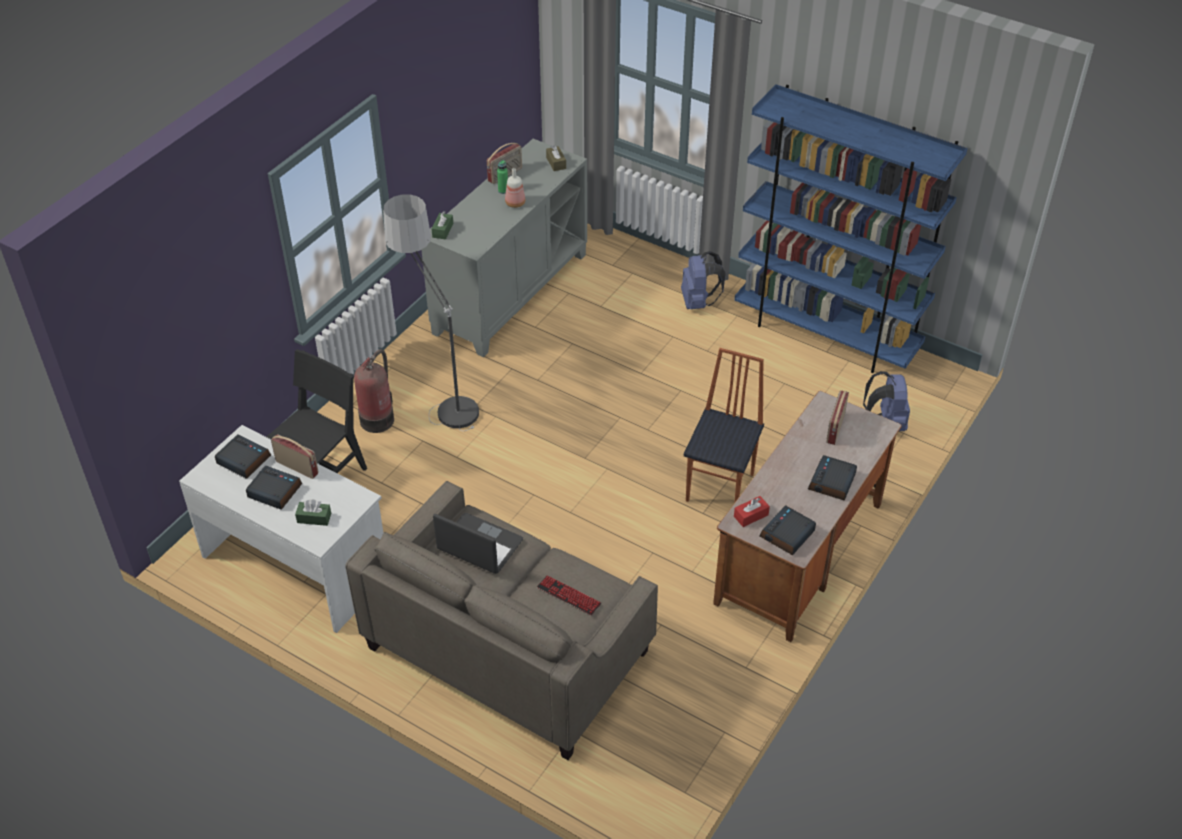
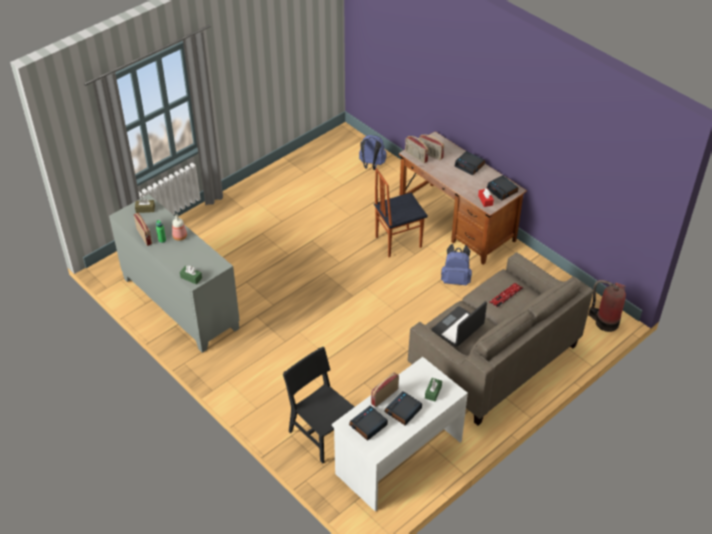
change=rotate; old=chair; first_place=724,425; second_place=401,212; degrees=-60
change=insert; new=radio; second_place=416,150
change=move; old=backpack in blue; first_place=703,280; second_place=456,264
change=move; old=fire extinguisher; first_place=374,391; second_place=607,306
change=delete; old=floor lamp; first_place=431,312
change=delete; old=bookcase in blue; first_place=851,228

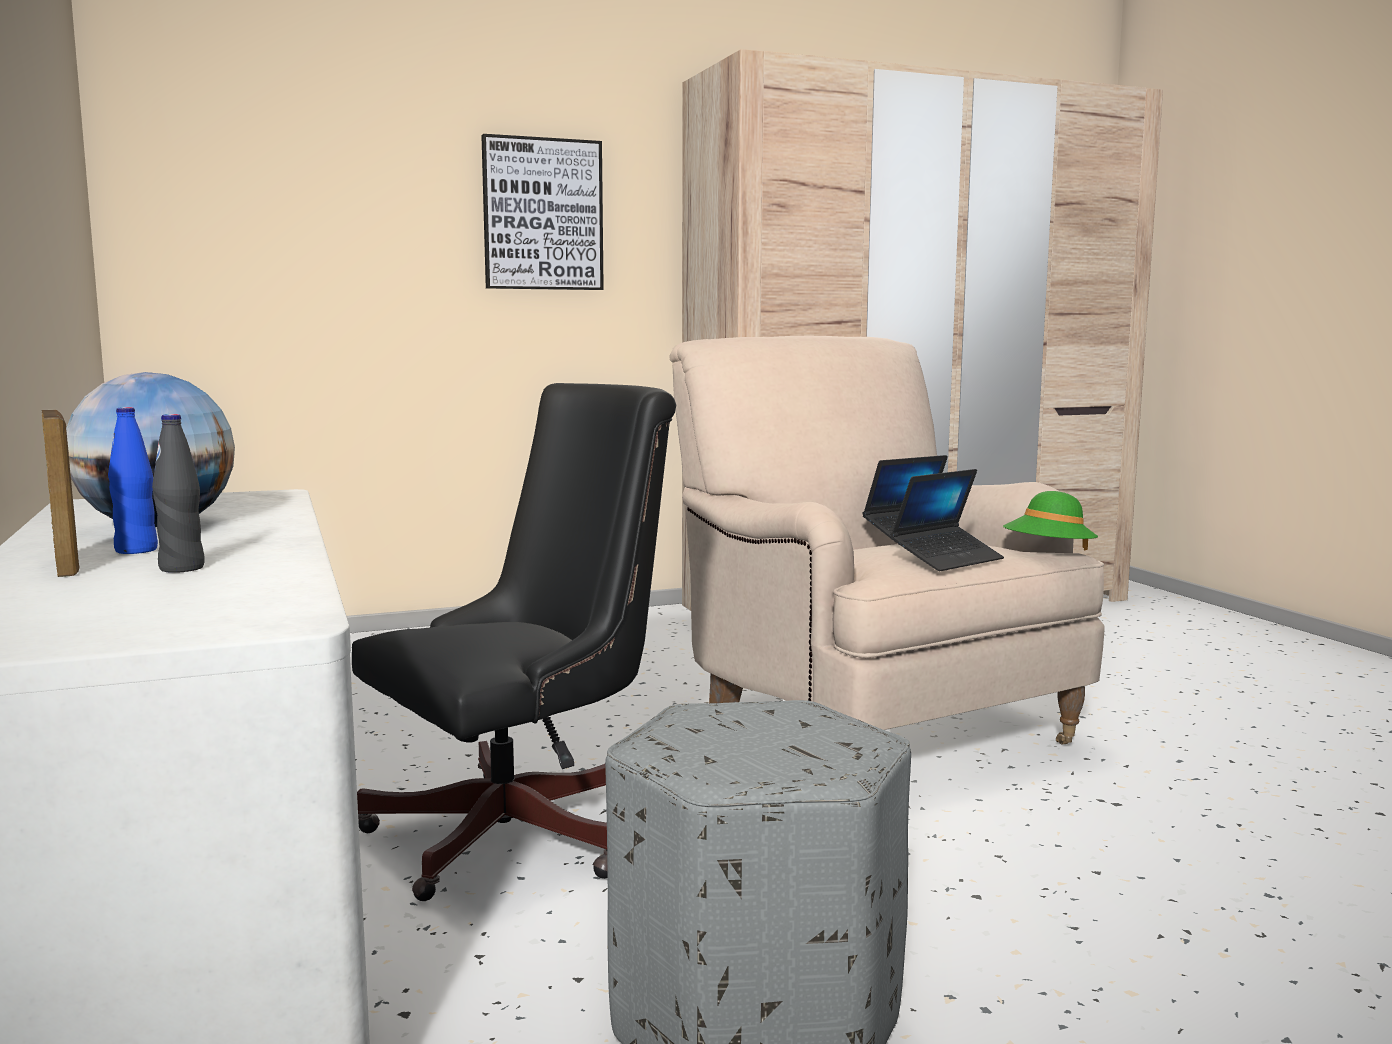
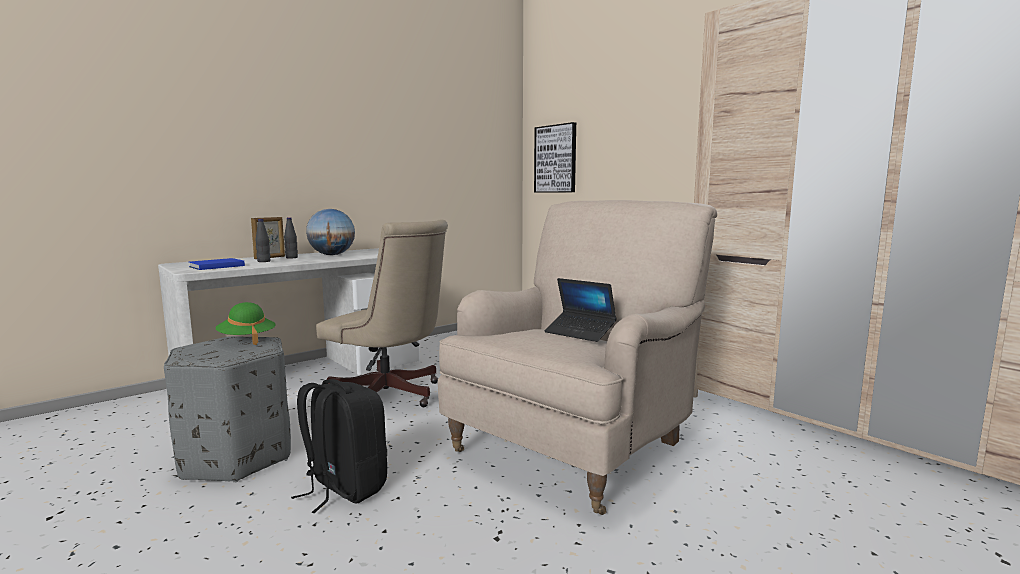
change=insert; new=book in blue; second_place=217,264
change=move; old=hat in green; first_place=1050,521; second_place=246,323
change=recolor; old=bottle in blue; new=bottle in black; first_place=133,480; second_place=291,238
change=insert; new=backpack in black; second_place=339,446
change=recolor; old=office chair in black; new=office chair in beige; first_place=514,642; second_place=382,313
change=move; old=picture; first_place=542,212; second_place=555,157
change=delete; old=laptop; first_place=947,520

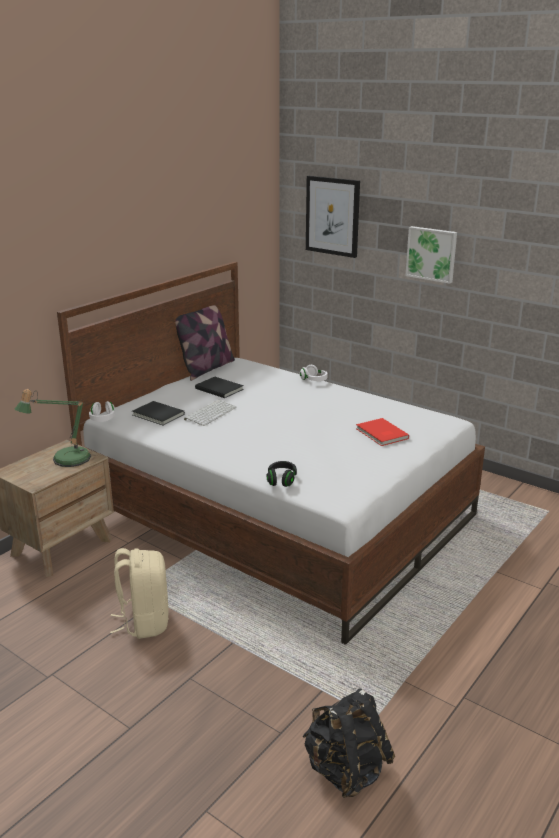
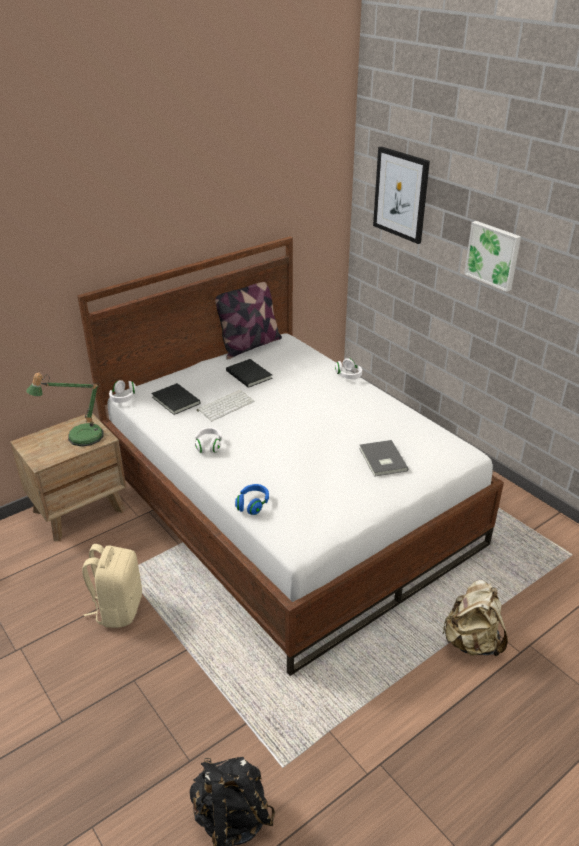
change=insert; new=headphones in white; second_place=208,440
change=recolor; old=headphones in black; new=headphones in blue; first_place=281,474; second_place=252,499
change=recolor; old=book in red; new=book in grey; first_place=382,432; second_place=383,458
change=insert; new=backpack in beige; second_place=475,618

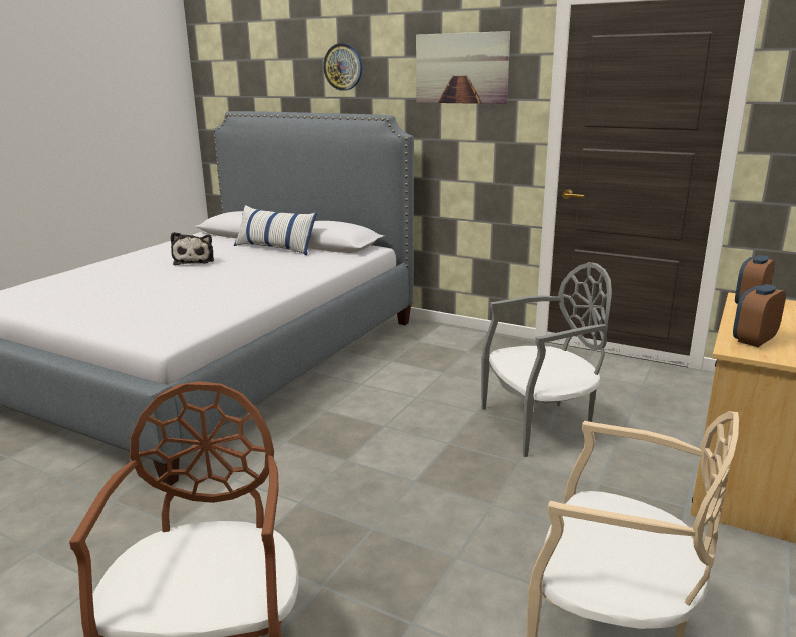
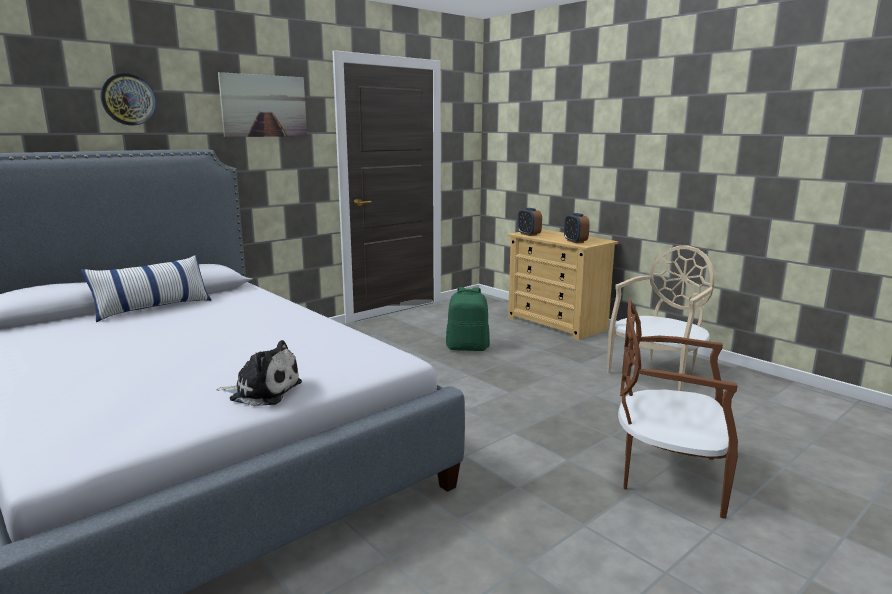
change=move; old=plush toy; first_place=192,248; second_place=259,373
change=replace; old=chair in grey; new=backpack in green; first_place=546,359; second_place=468,319

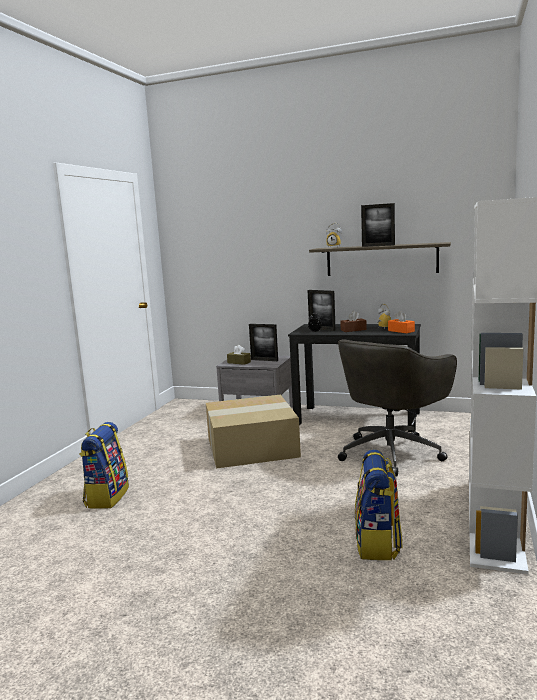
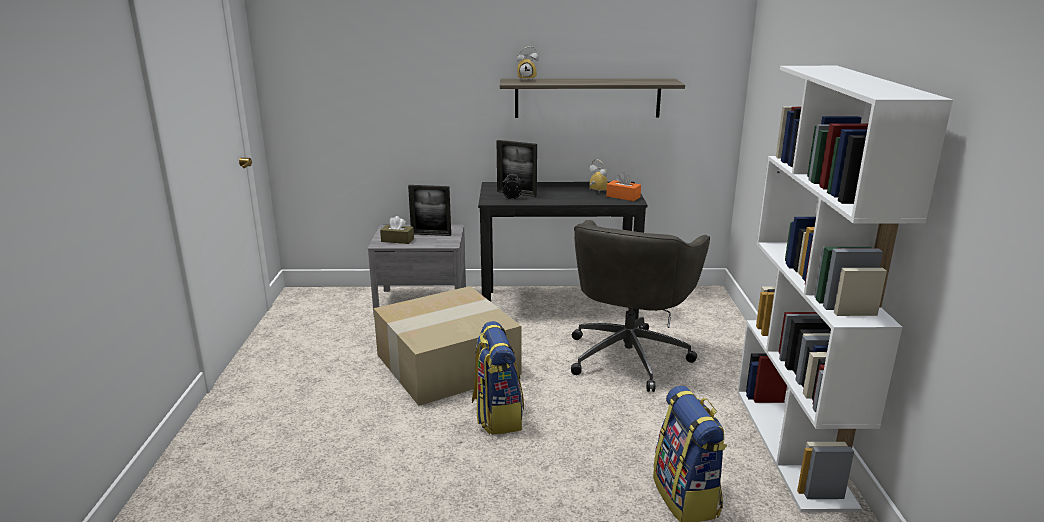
change=move; old=backpack; first_place=104,465; second_place=498,378
change=delete; old=tissue box in brown; first_place=353,321
change=delete; old=picture frame; first_place=378,225

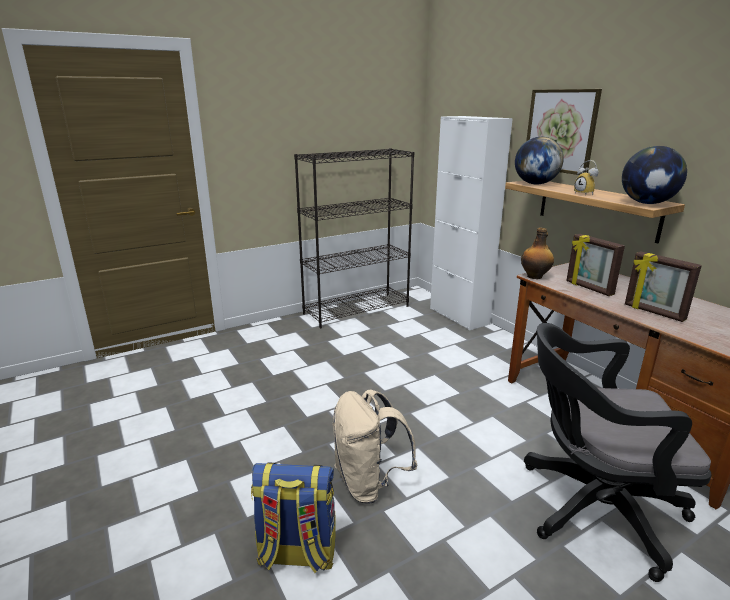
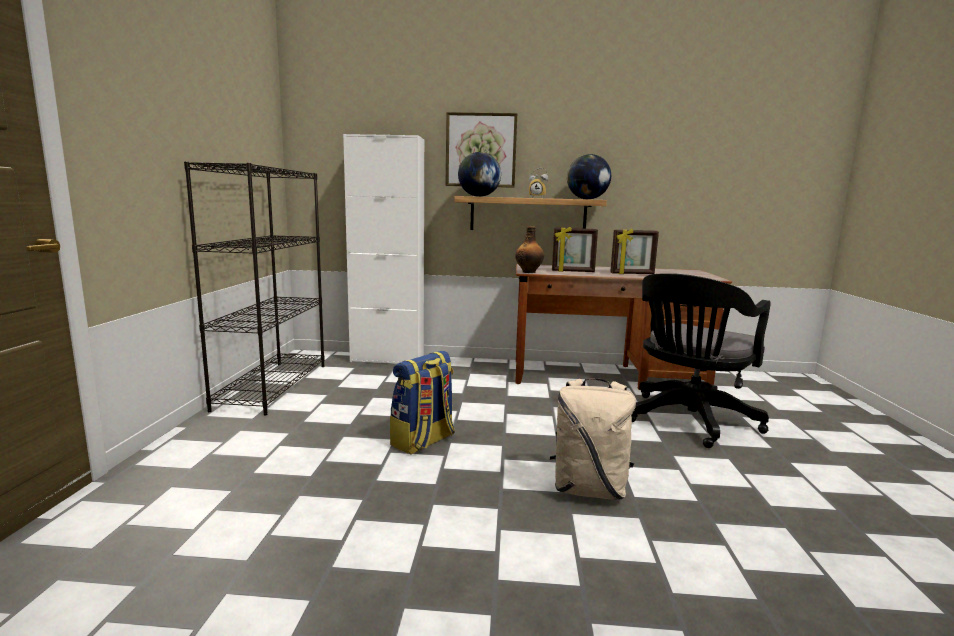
change=move; old=backpack; first_place=293,517; second_place=422,402

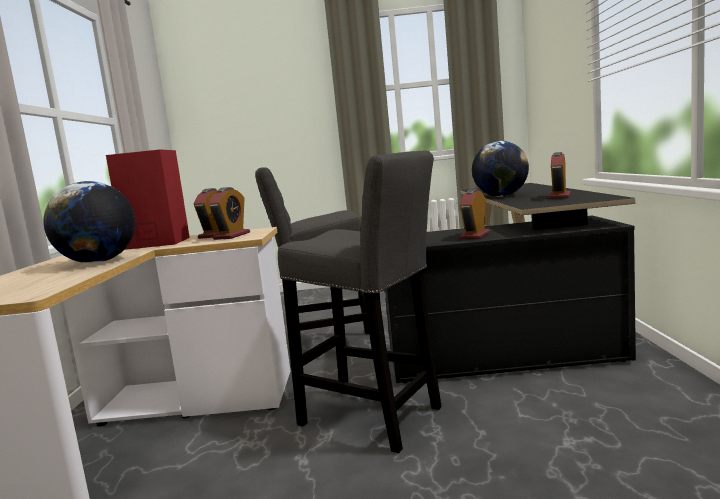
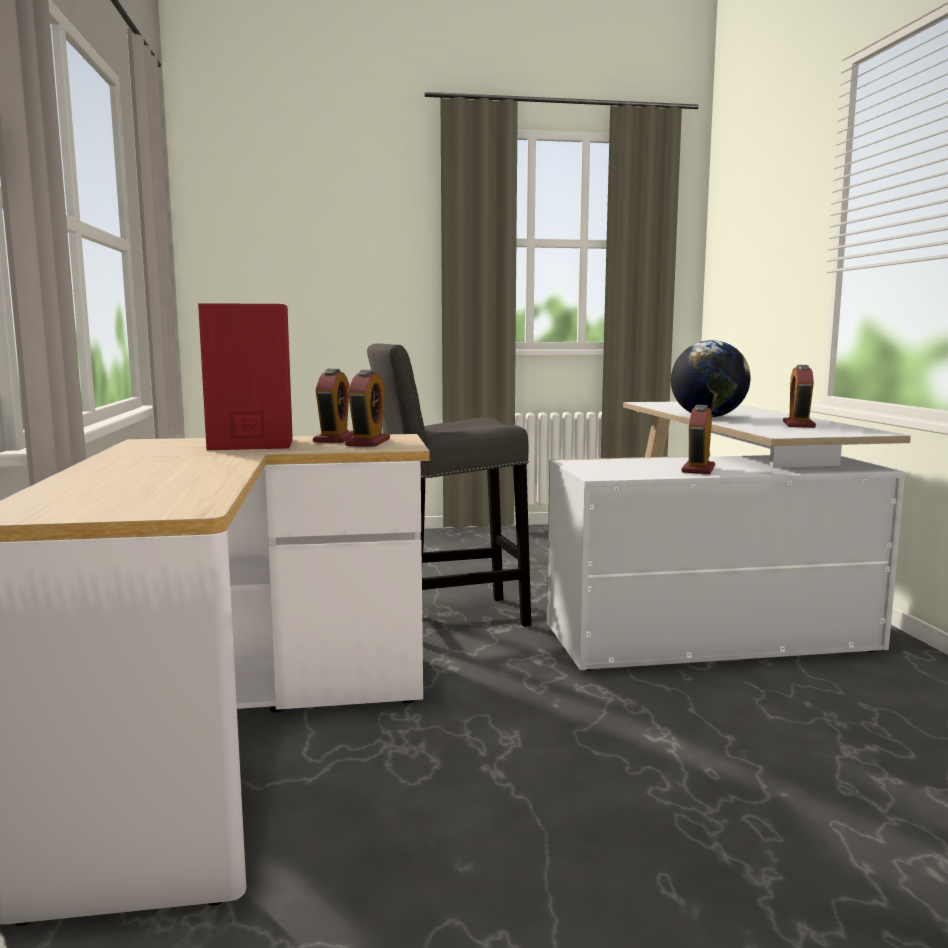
change=recolor; old=desk in black; new=desk in white; first_place=510,283; second_place=729,536
change=delete; old=globe; first_place=89,222
change=delete; old=stool in grey; first_place=360,301

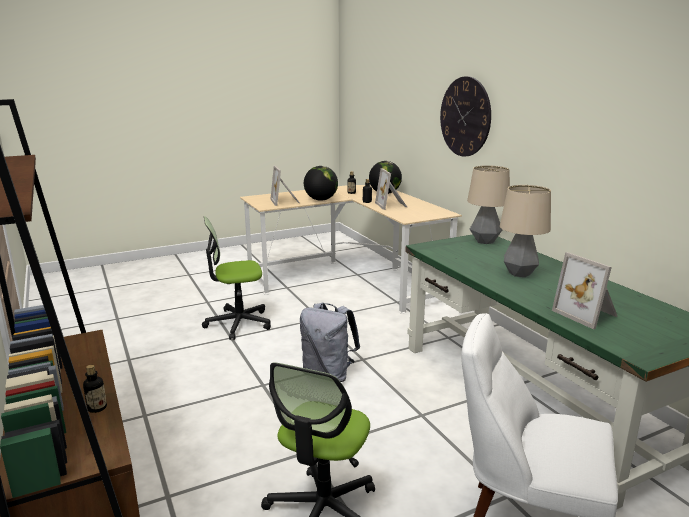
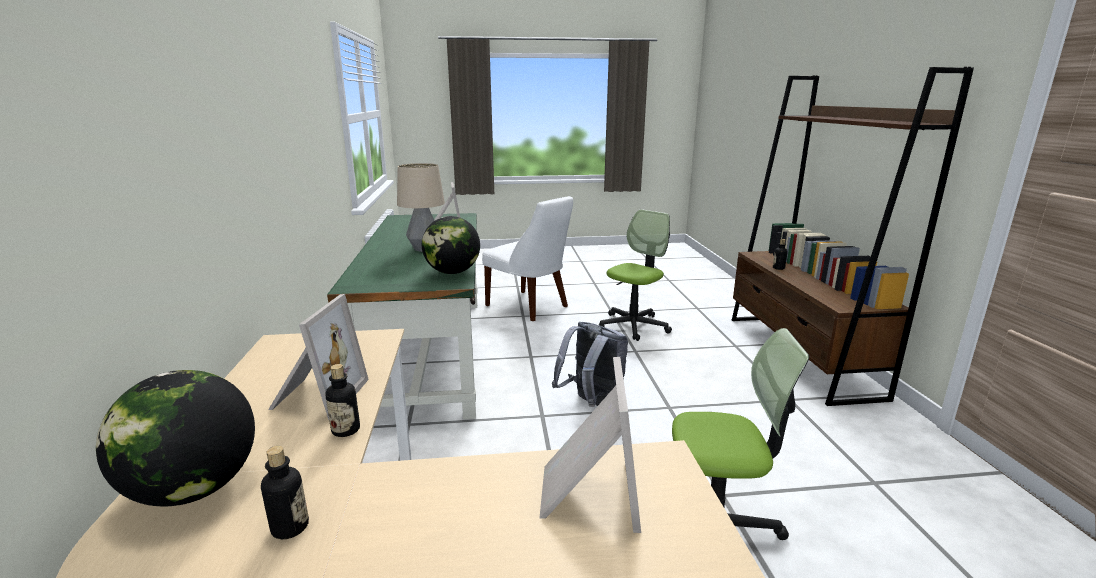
change=move; old=globe; first_place=321,183; second_place=451,245
change=delete; old=wall clock; first_place=465,116
change=delete; old=table lamp; first_place=488,204

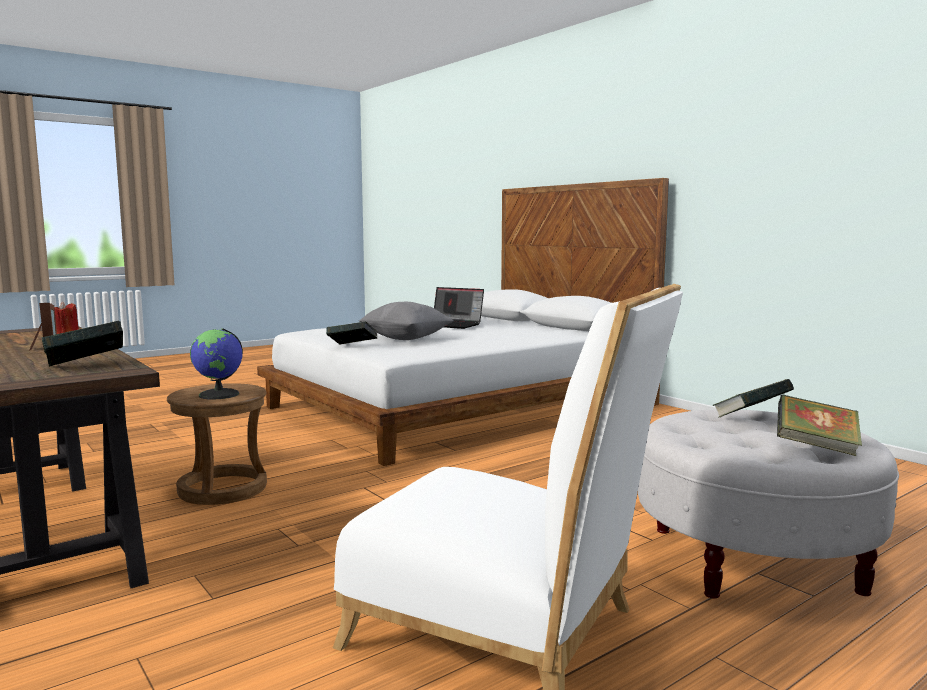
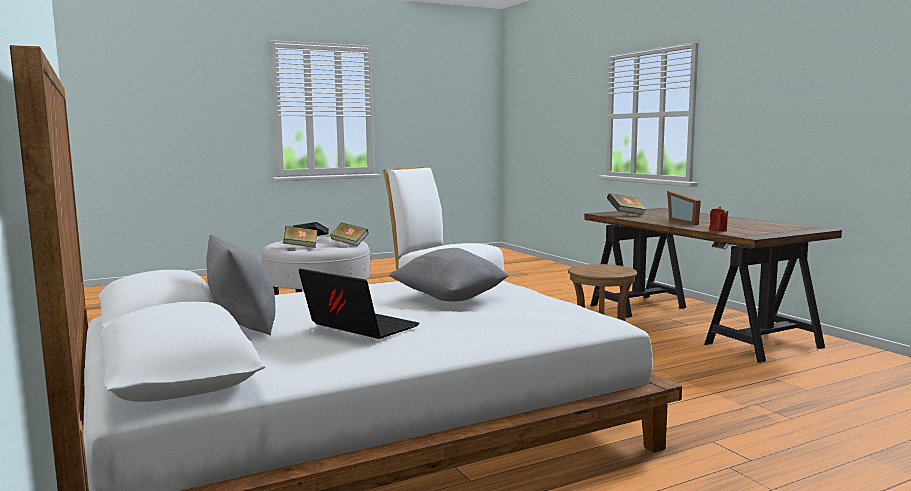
change=insert; new=pillow in grey; second_place=241,285
change=move; old=book; first_place=351,333; second_place=349,234
change=delete; old=globe; first_place=216,363

